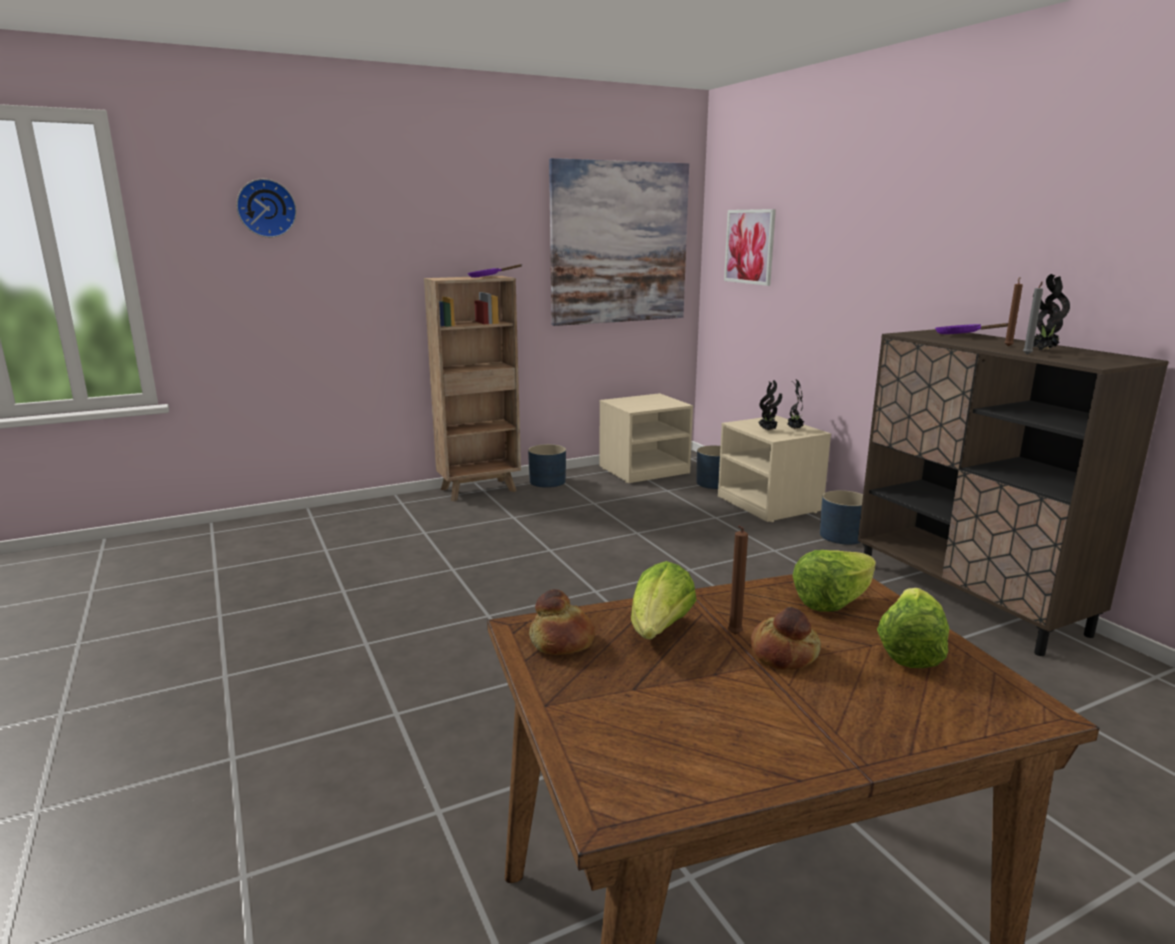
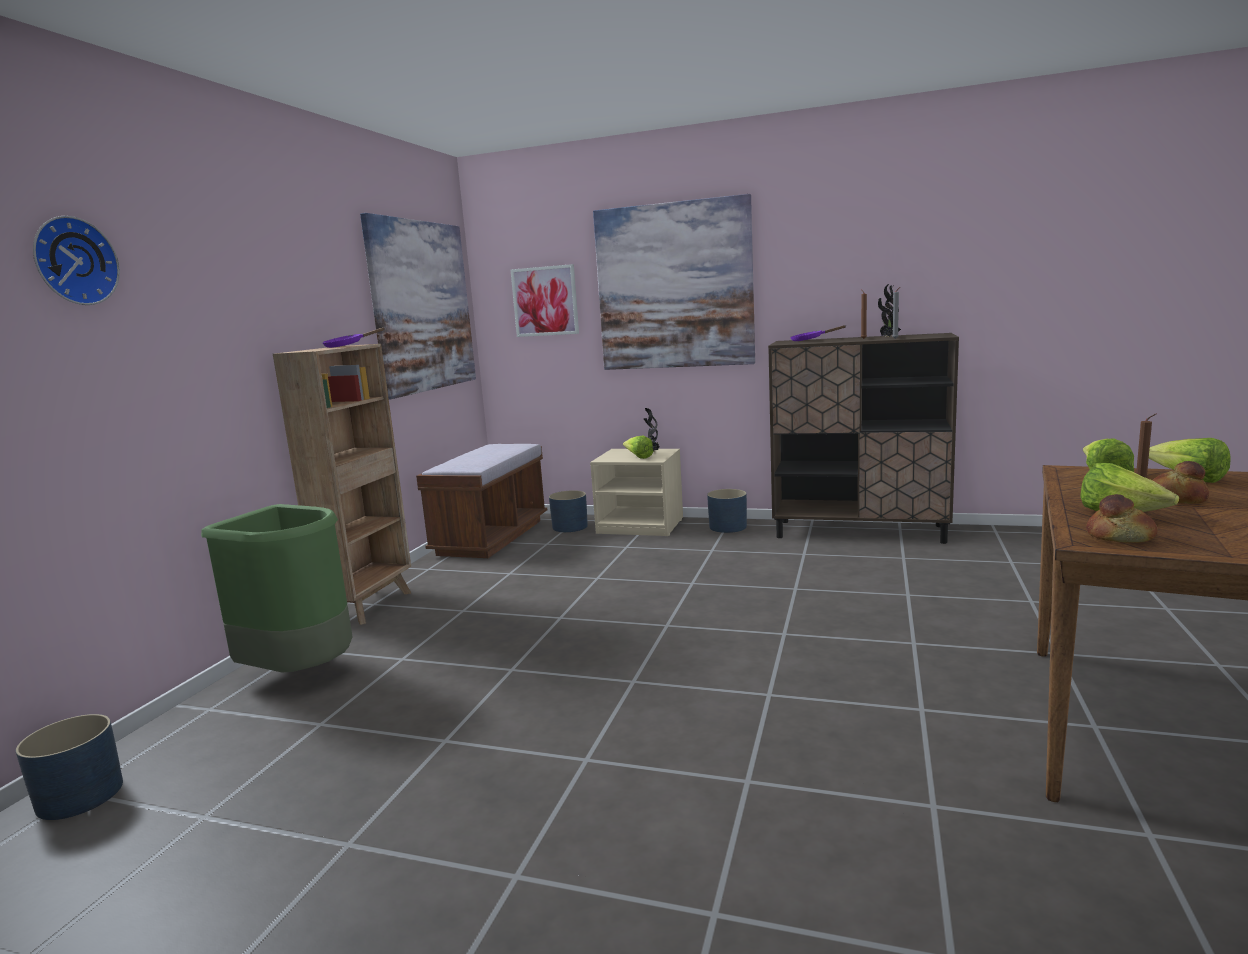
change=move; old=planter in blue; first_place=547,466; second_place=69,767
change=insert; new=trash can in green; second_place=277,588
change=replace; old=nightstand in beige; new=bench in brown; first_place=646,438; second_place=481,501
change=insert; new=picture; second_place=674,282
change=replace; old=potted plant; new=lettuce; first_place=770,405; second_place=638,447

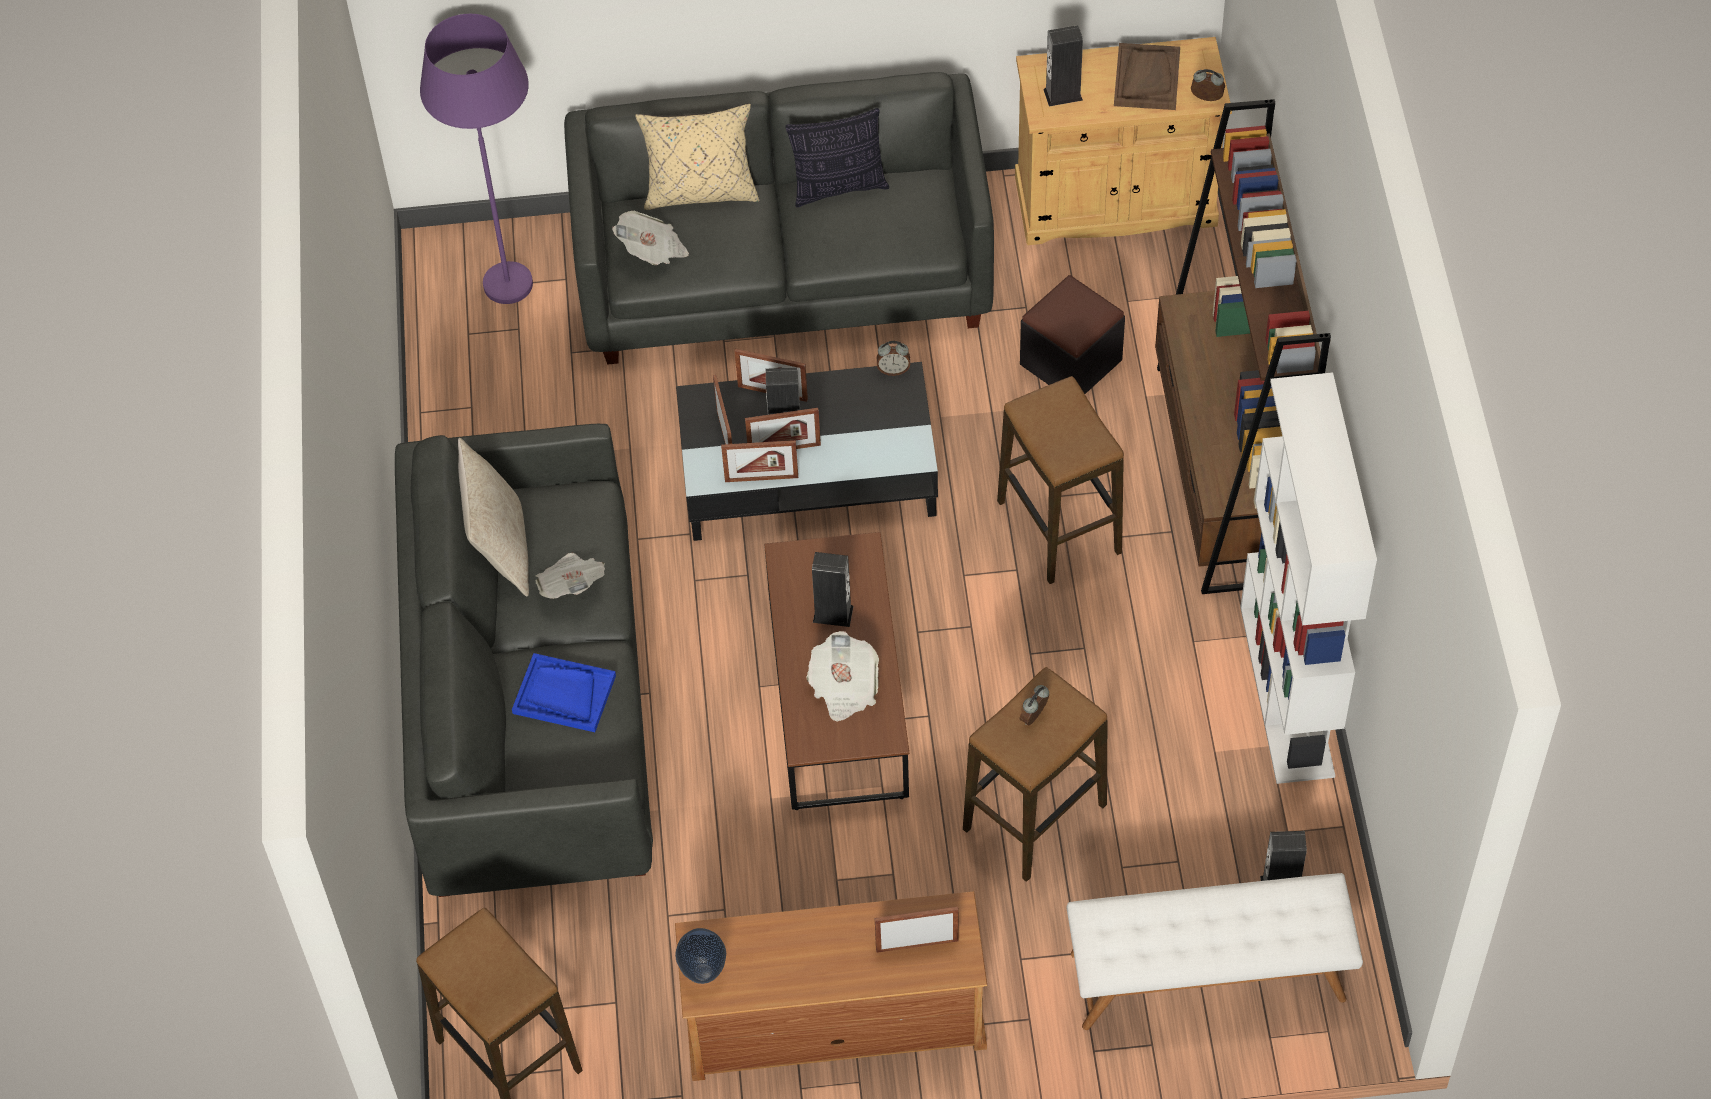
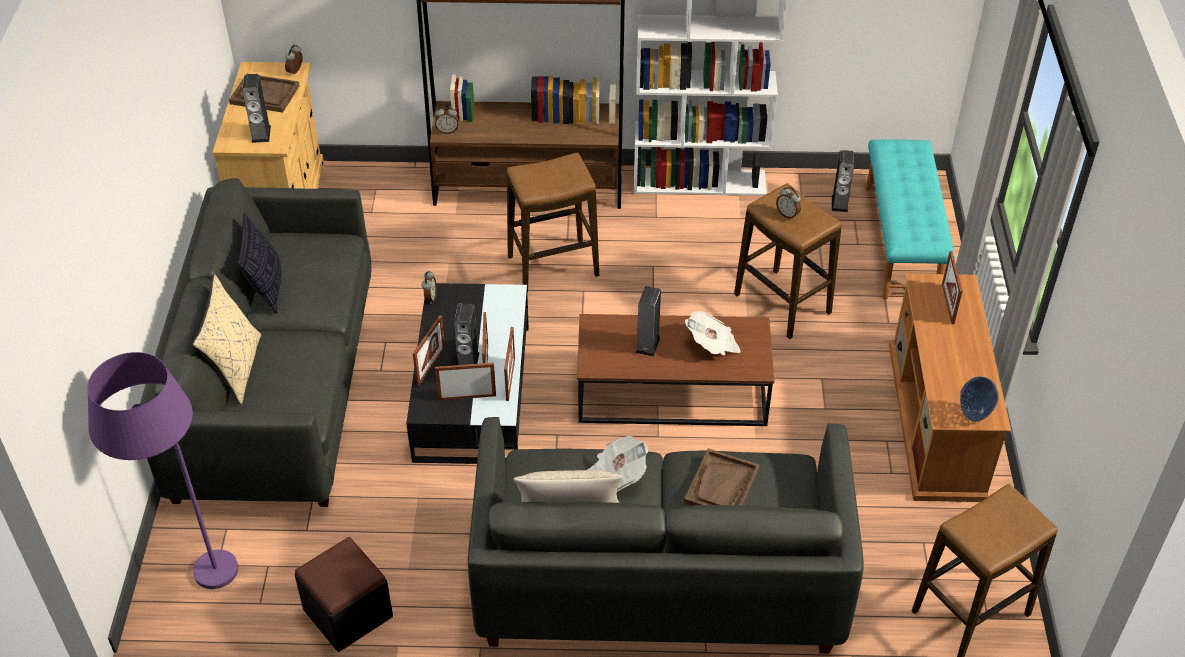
change=move; old=ottoman in black; first_place=1072,334; second_place=344,594
change=insert; new=alarm clock; second_place=447,119
change=recolor; old=tray in blue; new=tray in brown; first_place=564,692; second_place=721,477
change=recolor; old=bench in white; new=bench in turquoise; first_place=1215,951; second_place=910,219
change=delete; old=newspaper; first_place=650,238

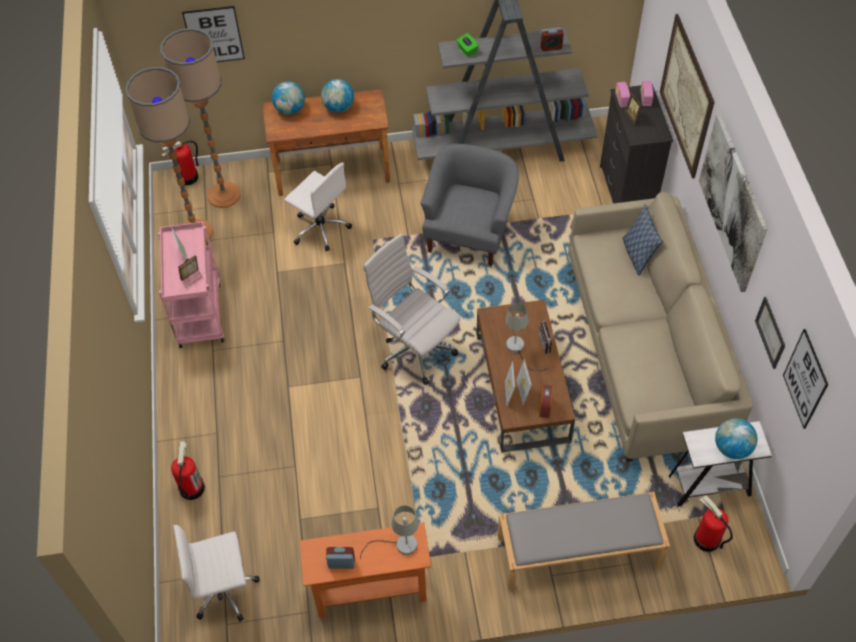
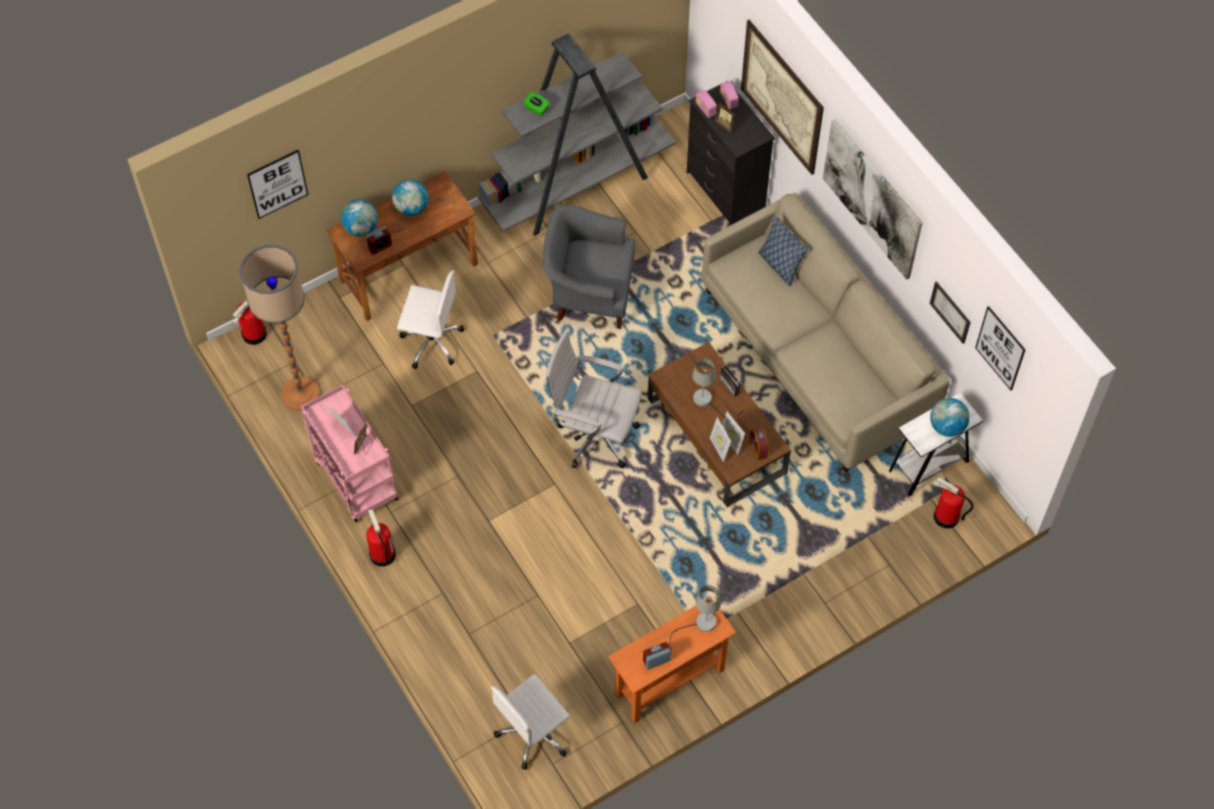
change=move; old=alarm clock; first_place=552,39; second_place=379,240
change=move; old=fire extinguisher; first_place=188,470; second_place=381,538
change=rotate; old=armchair in grey; first_place=470,205; second_place=589,267; degrees=-75
change=delete; old=floor lamp; first_place=201,118
change=delete; old=bench in grey; first_place=583,540

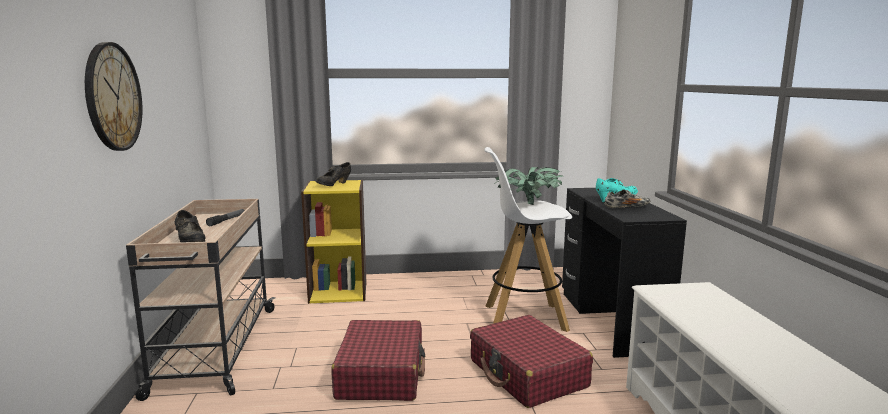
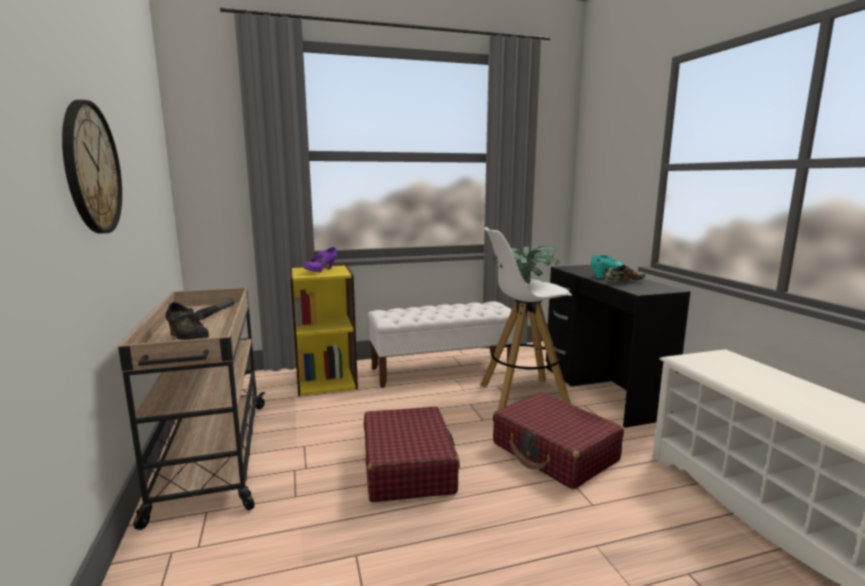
change=recolor; old=shoe in black; new=shoe in purple; first_place=333,174; second_place=320,259
change=insert; new=bench in white; second_place=442,344

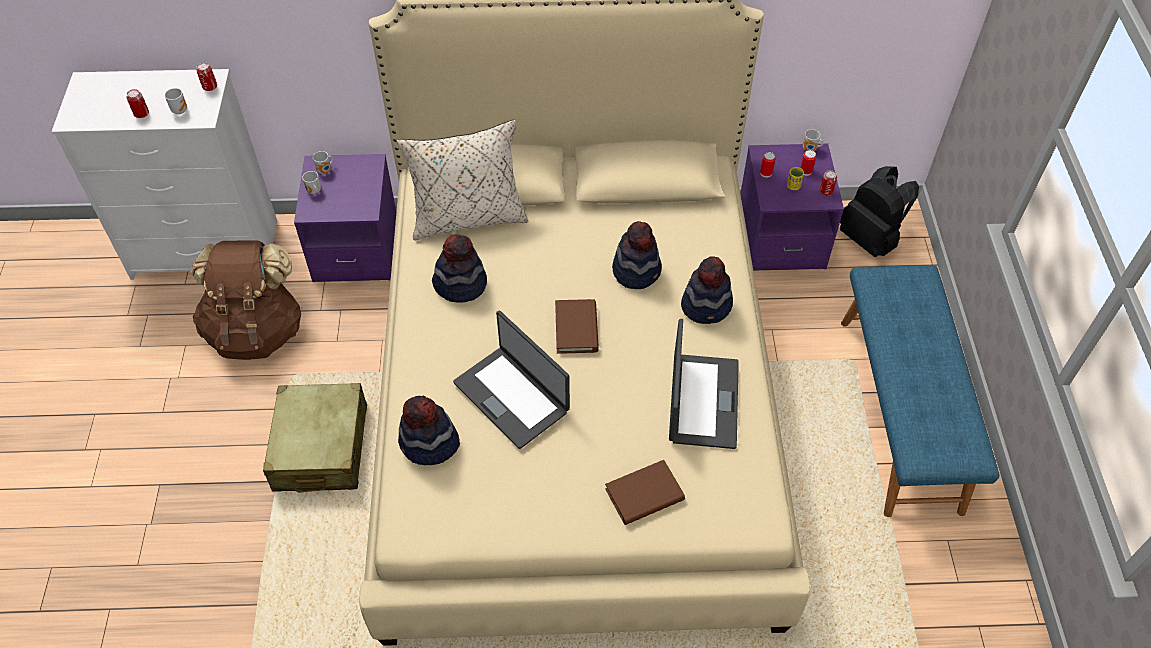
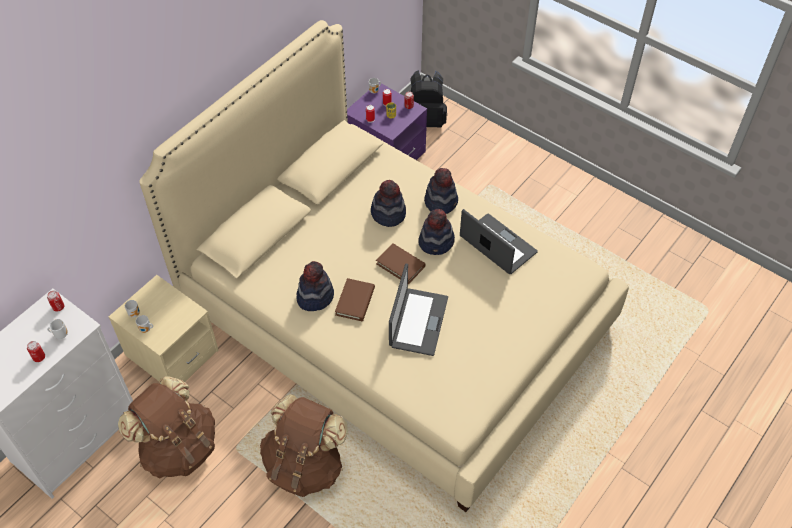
change=recolor; old=nightstand in purple; new=nightstand in beige; first_place=345,218; second_place=163,328
change=replace; old=suitcase in beige; new=backpack in brown; first_place=315,437; second_place=304,445
change=move; old=book in brown; first_place=645,492; second_place=355,299
change=rotate; old=laptop; first_place=511,379; second_place=418,310; degrees=-75
change=move; old=hat; first_place=429,430; second_place=436,232
change=delete; old=pillow in beige; first_place=462,180
change=delete; old=bench in blue; first_place=920,391

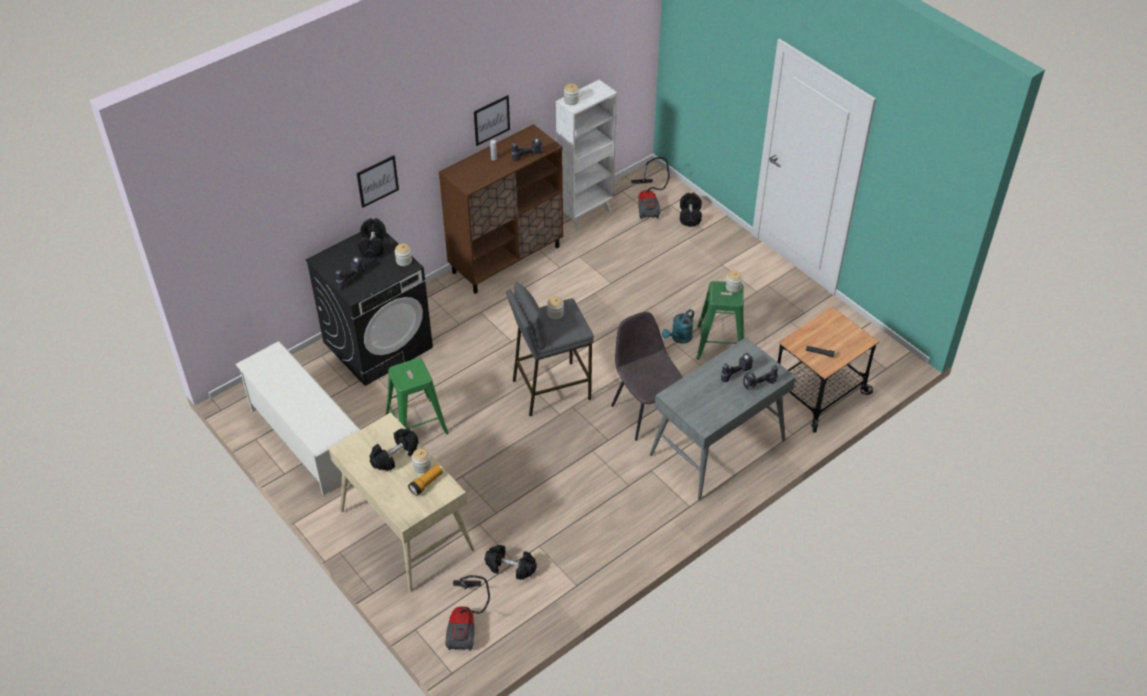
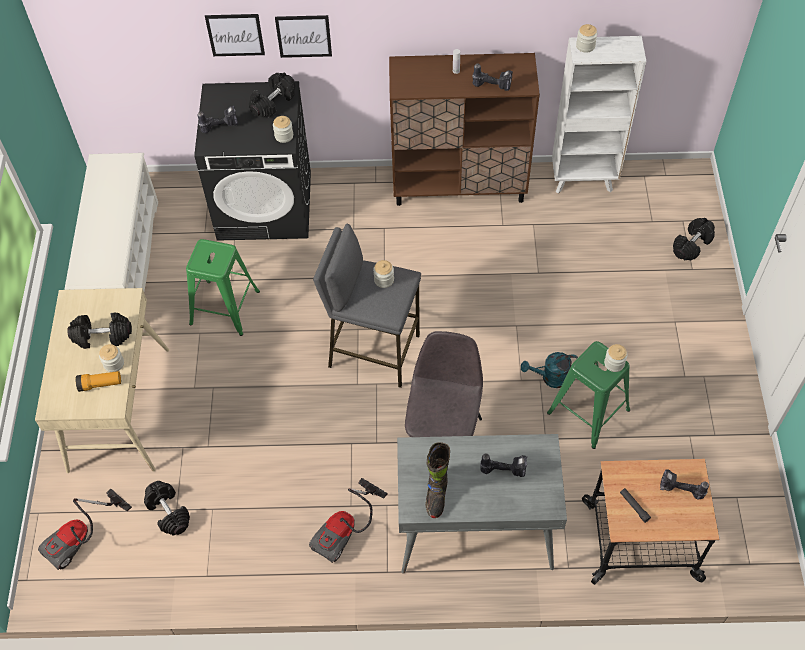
change=move; old=picture; first_place=492,120; second_place=235,35
change=move; old=vacuum cleaner; first_place=650,188; second_place=348,520
change=insert; new=boot in black; second_place=437,480
change=move; old=power drill; first_place=760,377; second_place=684,484

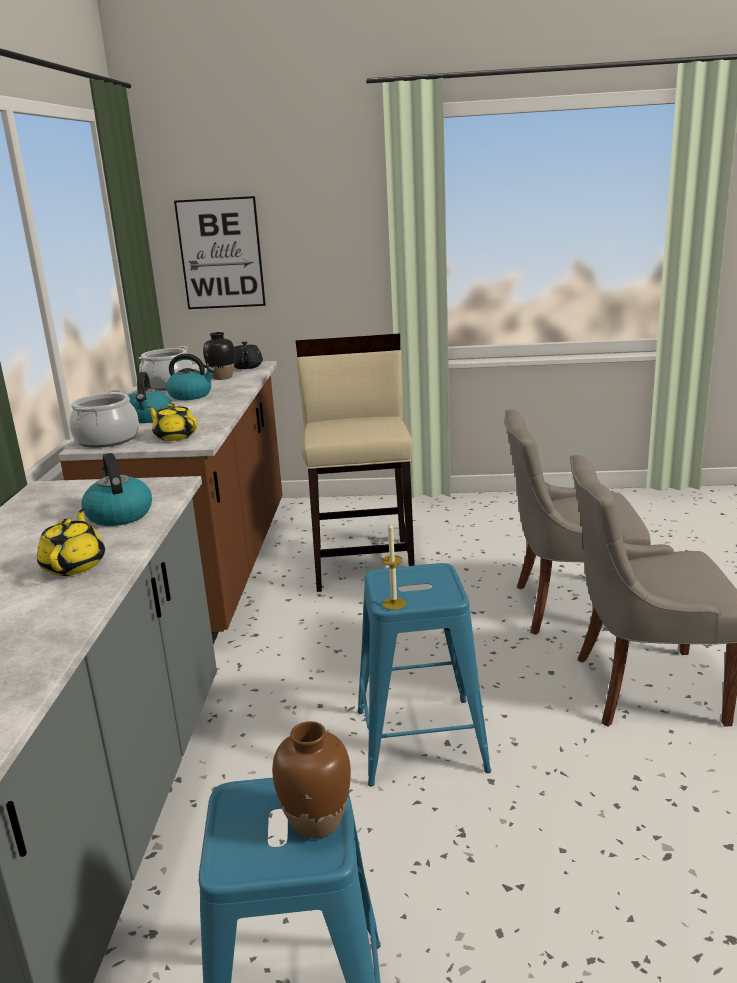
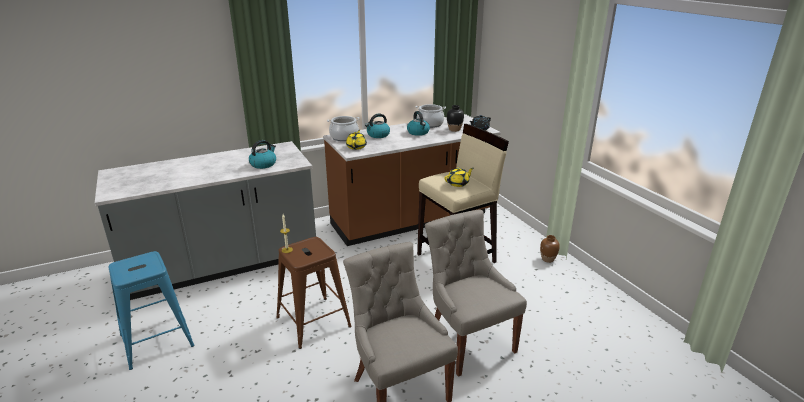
change=recolor; old=stool in blue; new=stool in brown; first_place=424,675; second_place=314,293
change=move; old=teapot in yellow; first_place=71,542; second_place=458,177
change=move; old=vase in brown; first_place=311,780; second_place=550,249
change=delete; old=picture; first_place=220,252

